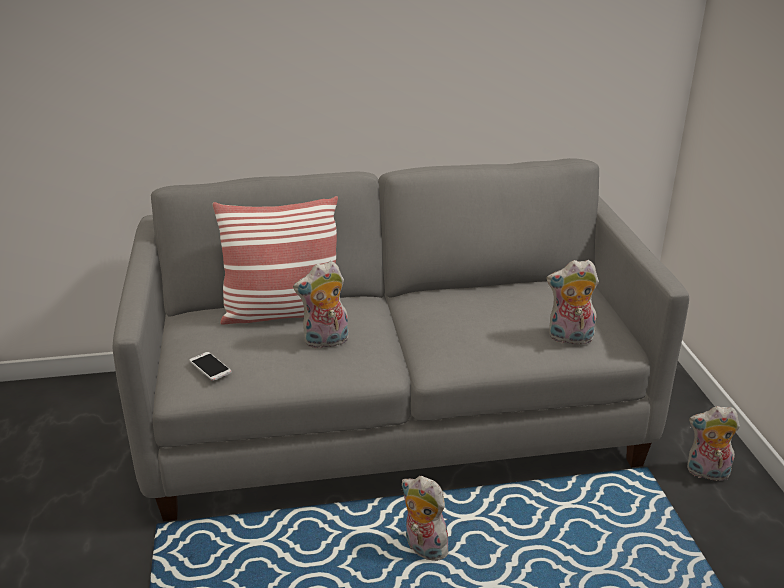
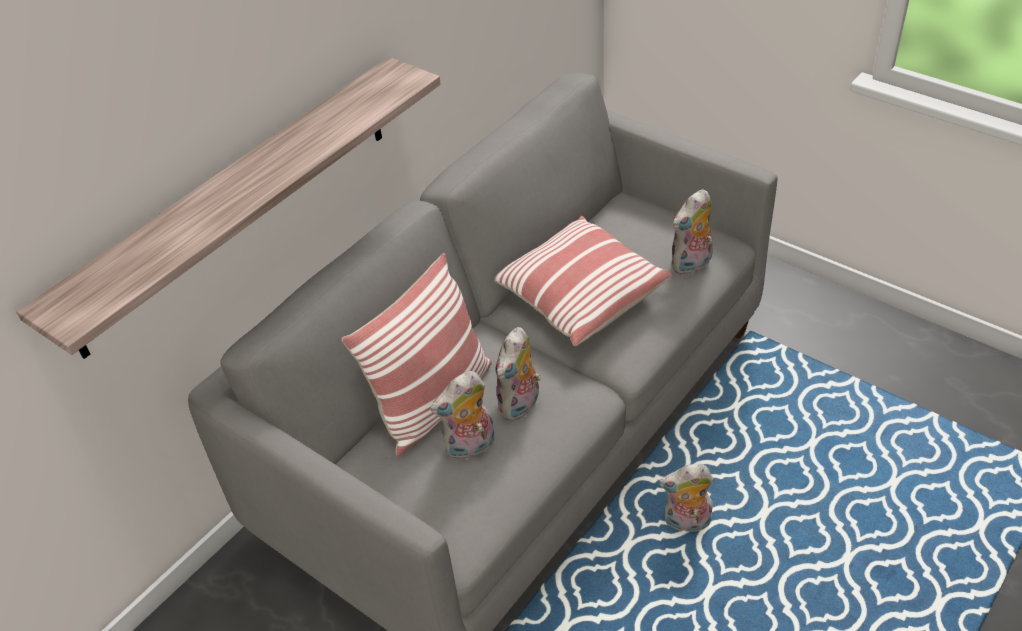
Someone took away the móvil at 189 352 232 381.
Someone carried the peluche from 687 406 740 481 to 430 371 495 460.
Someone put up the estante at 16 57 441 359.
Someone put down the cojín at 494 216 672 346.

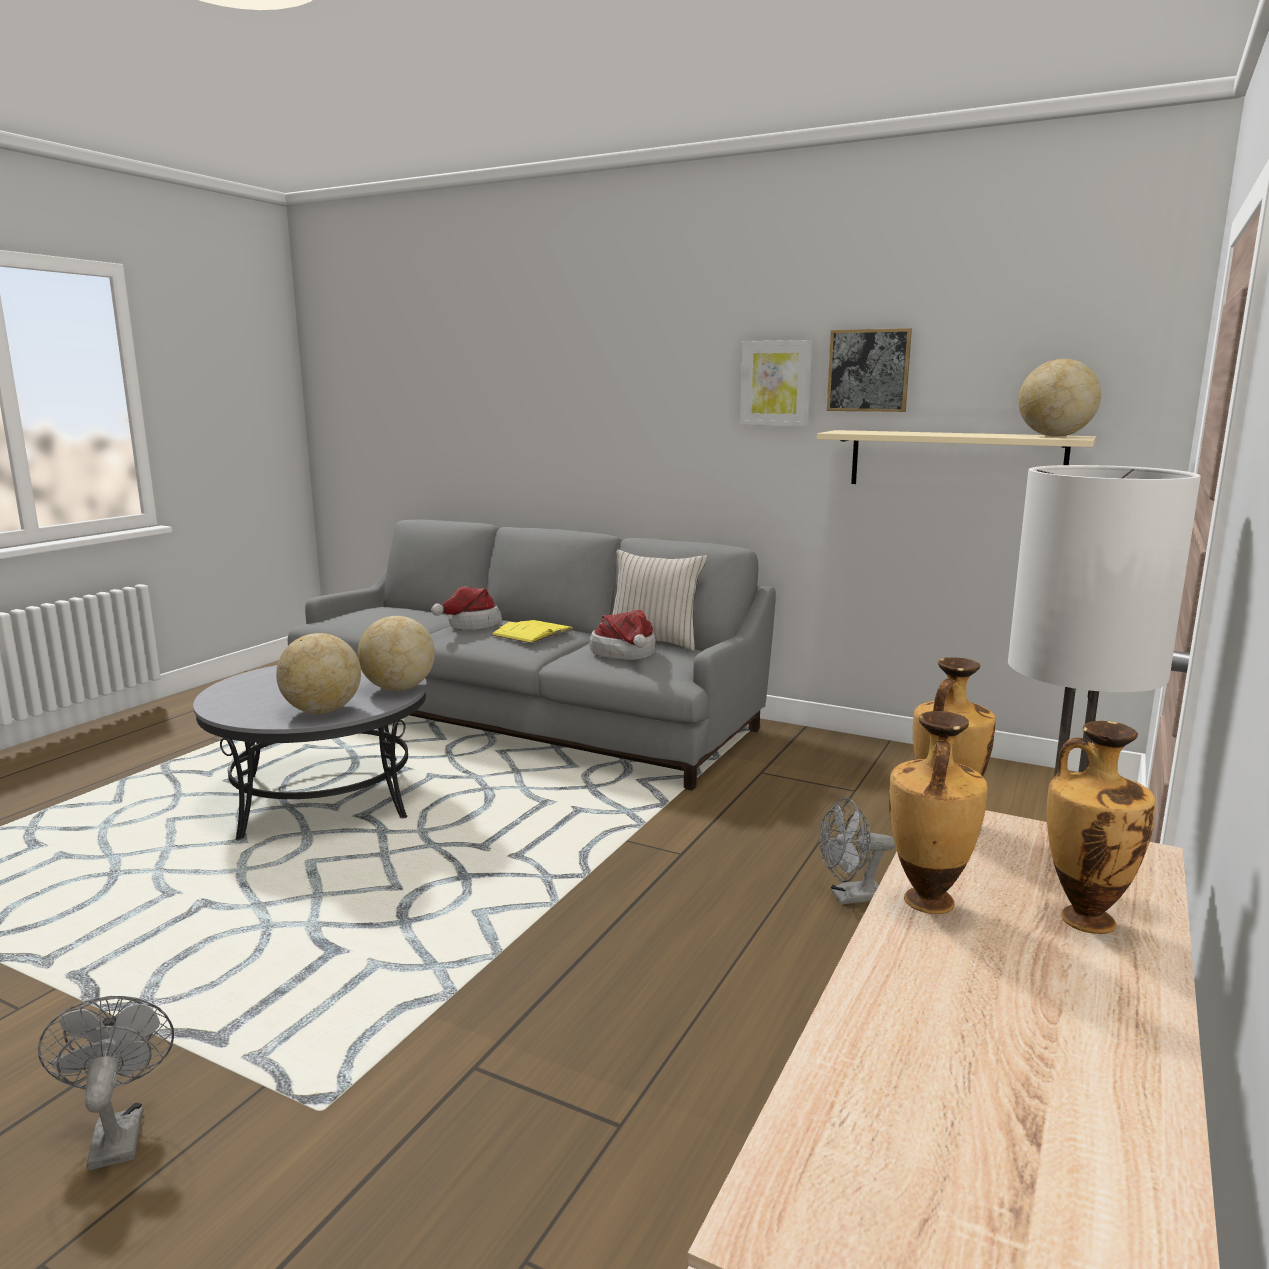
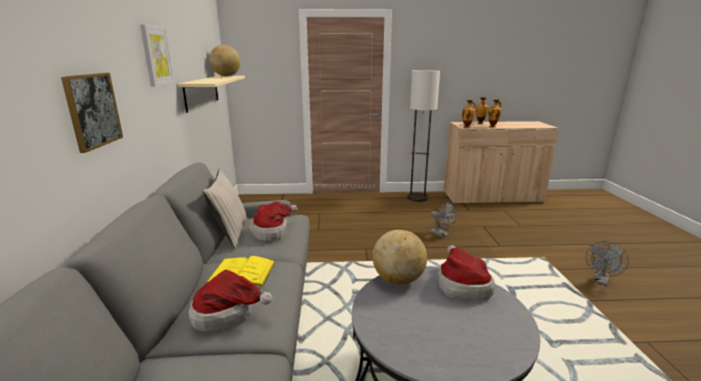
Someone swapped the globo terráqueo at 276 633 361 714 for the sombrero at 438 245 495 301.
Someone carried the ventilador [gris] from 819 798 895 905 to 430 202 456 238.
Someone carried the cuadro from 827 328 912 412 to 61 73 123 153.

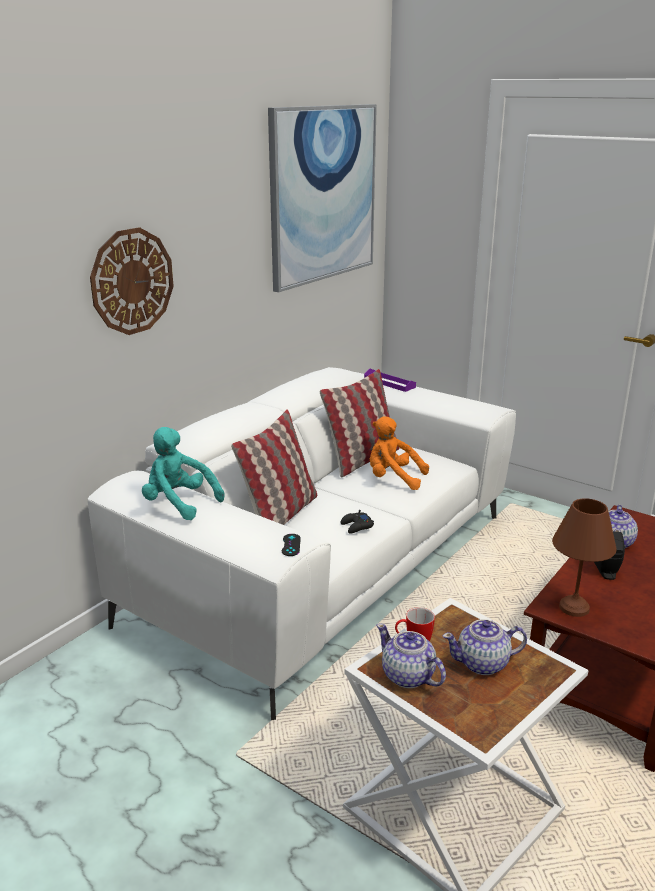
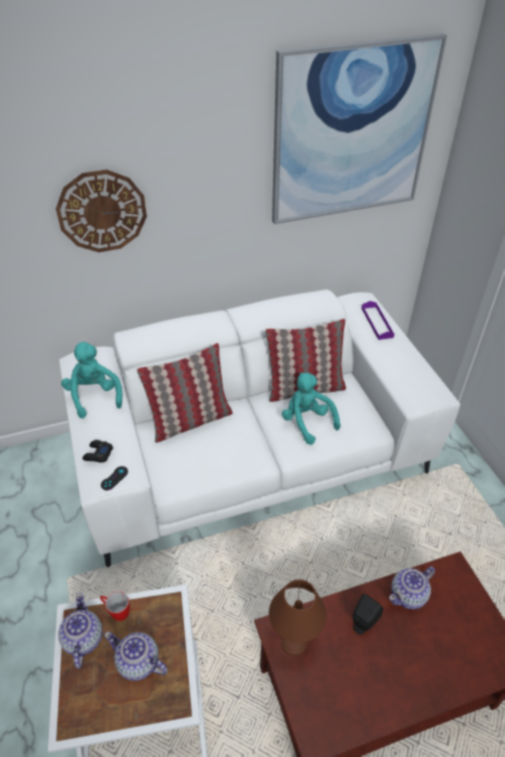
Someone carried the mando de consola [negro] from 340 510 374 534 to 83 440 113 463.
Someone repainted the peluche [naranja] at 370 417 429 490, which became the peluche [turquesa] at 282 372 341 445.

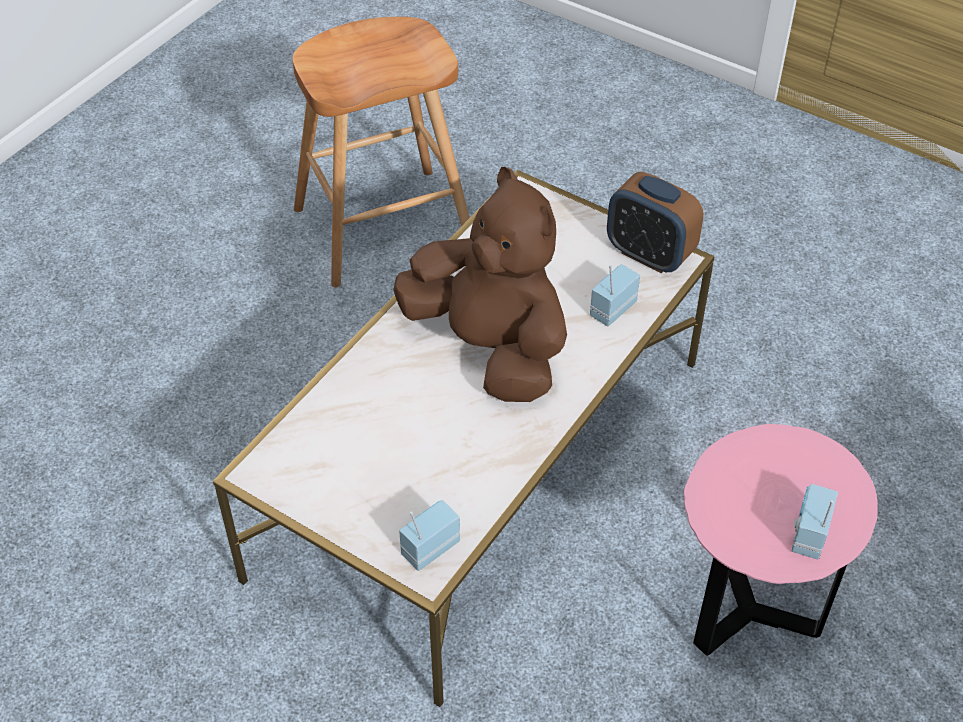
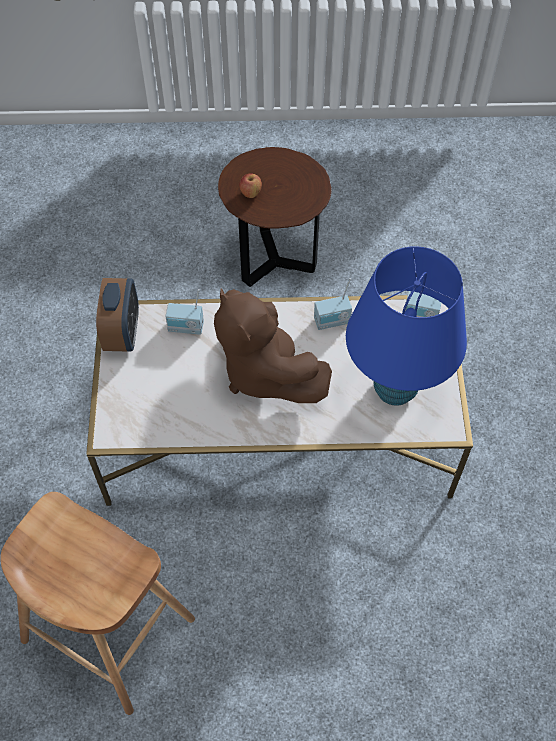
Someone rotated the peluche [marrón] at 393 167 567 402 by 45 degrees counterclockwise.
Someone repainted the mesa auxiliar [rosa] at 684 424 878 656, which became the mesa auxiliar [marrón] at 218 147 332 287.
Someone carried the radio from 792 484 838 559 to 314 278 352 330.
Someone put down the manzana at 239 174 262 198.
Someone put down the lámpara de mesa [azul] at 346 246 467 406.

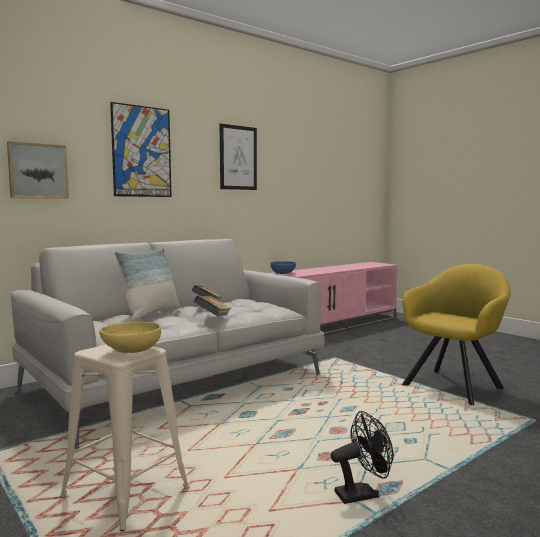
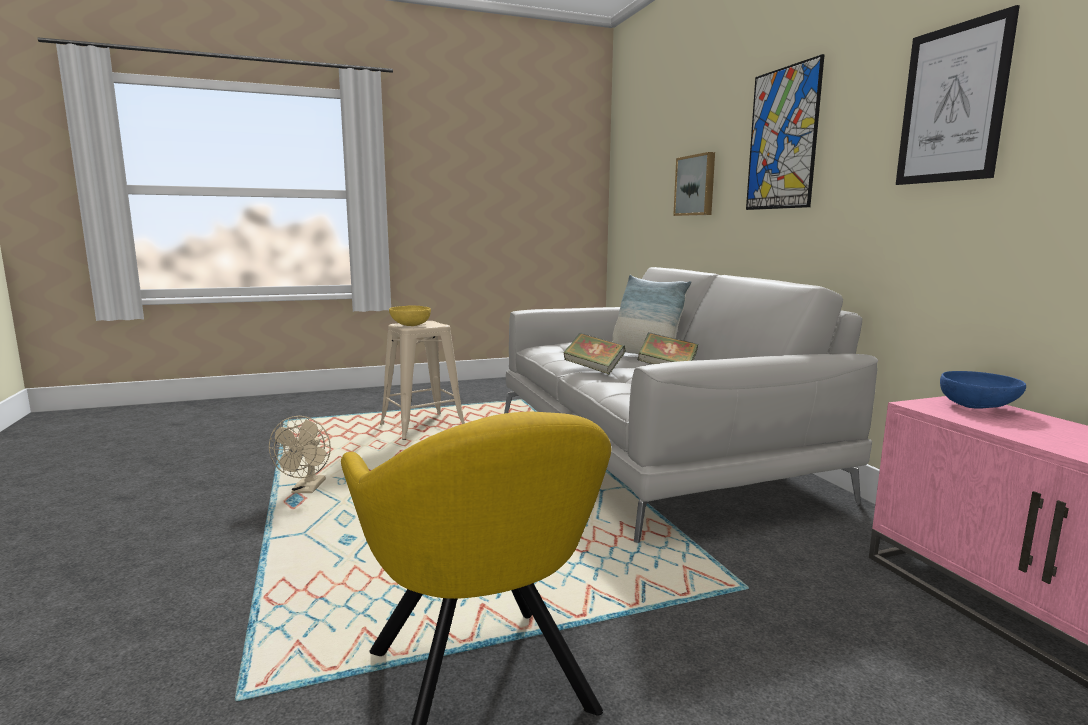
Someone repainted the ventilador [negro] at 331 411 394 504, which became the ventilador [beis] at 269 416 331 493.

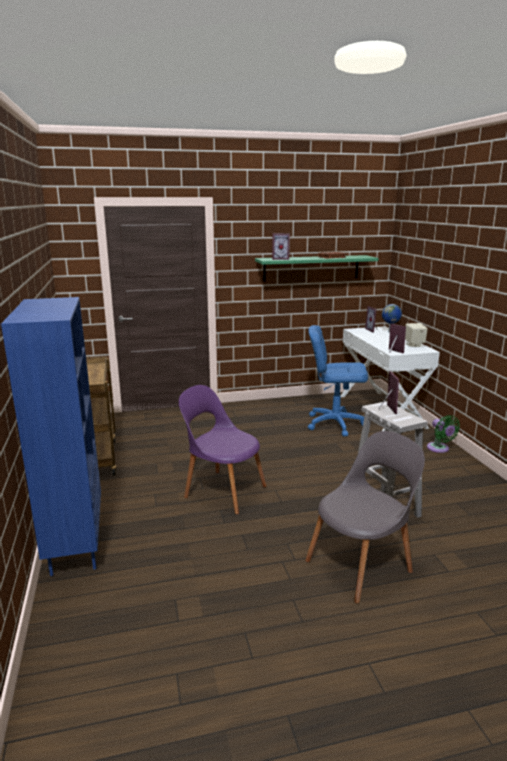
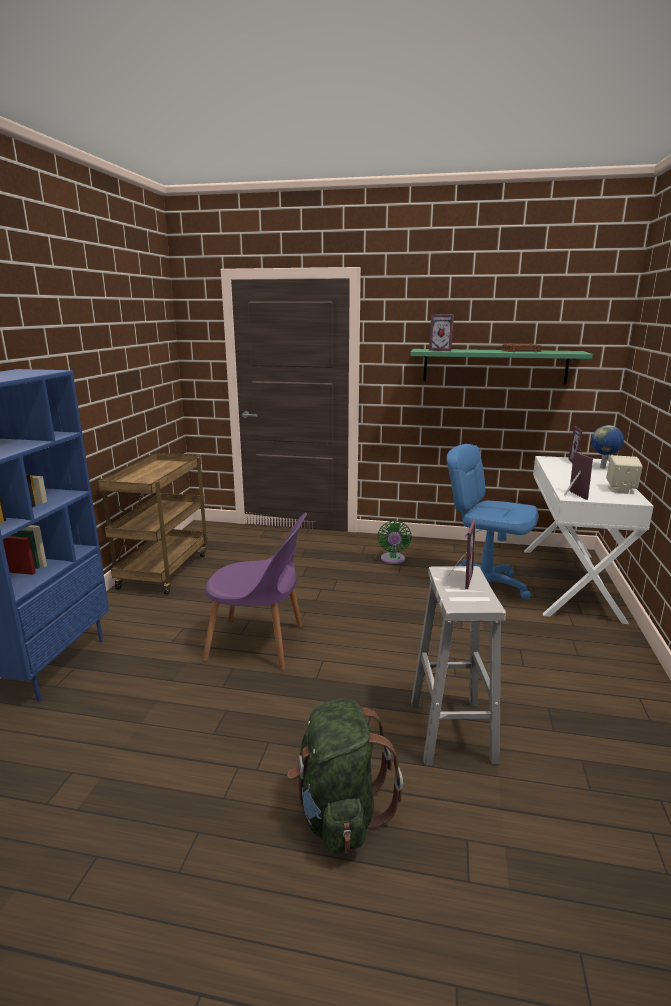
Someone rotated the silla [morado] at 179 385 267 515 by 135 degrees clockwise.
Someone swapped the silla [gris] at 305 431 425 604 for the mochila [verde] at 287 699 403 854.
Someone carried the ventilador [verde] from 427 415 460 453 to 377 521 412 564.

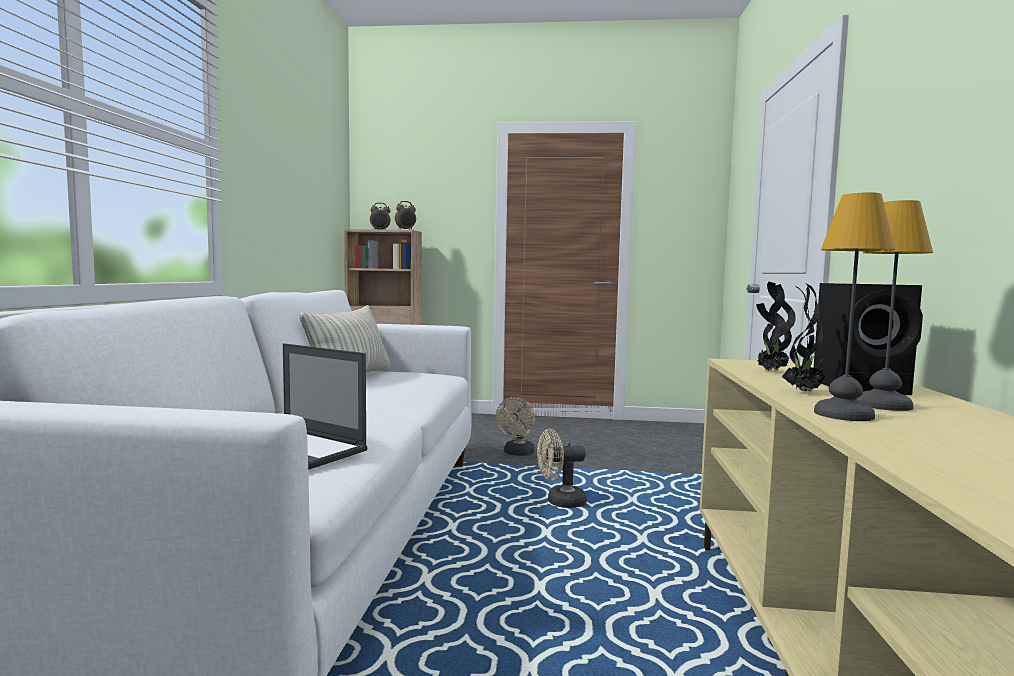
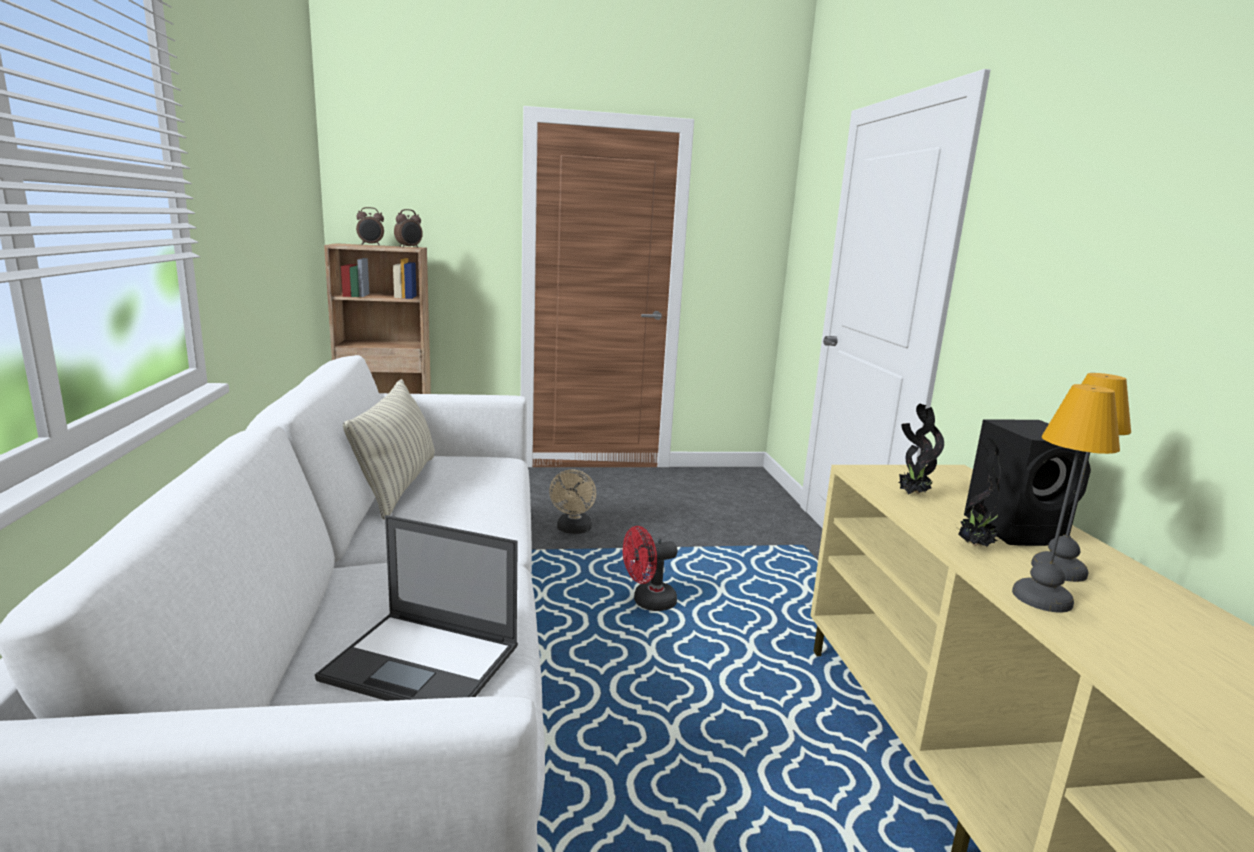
Someone repainted the ventilador [beis] at 537 429 587 508, which became the ventilador [rojo] at 623 526 677 611.

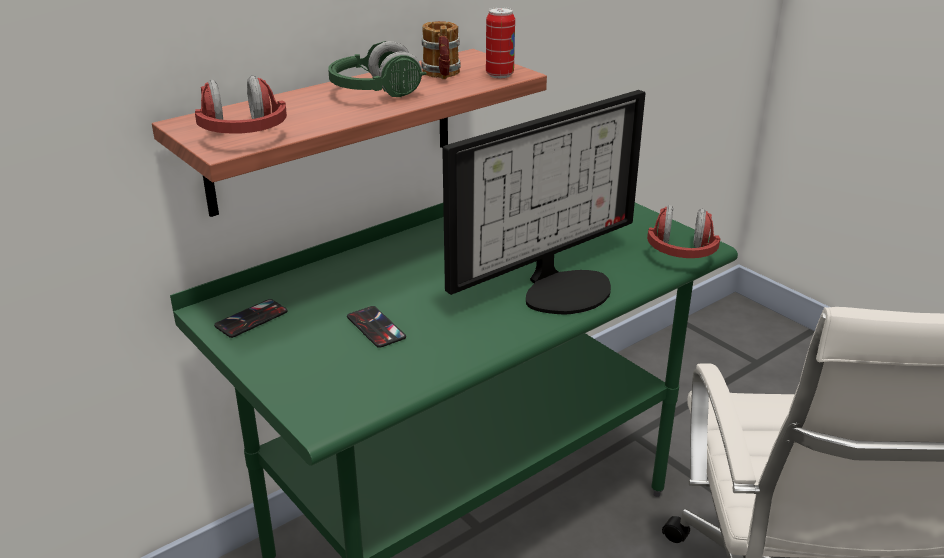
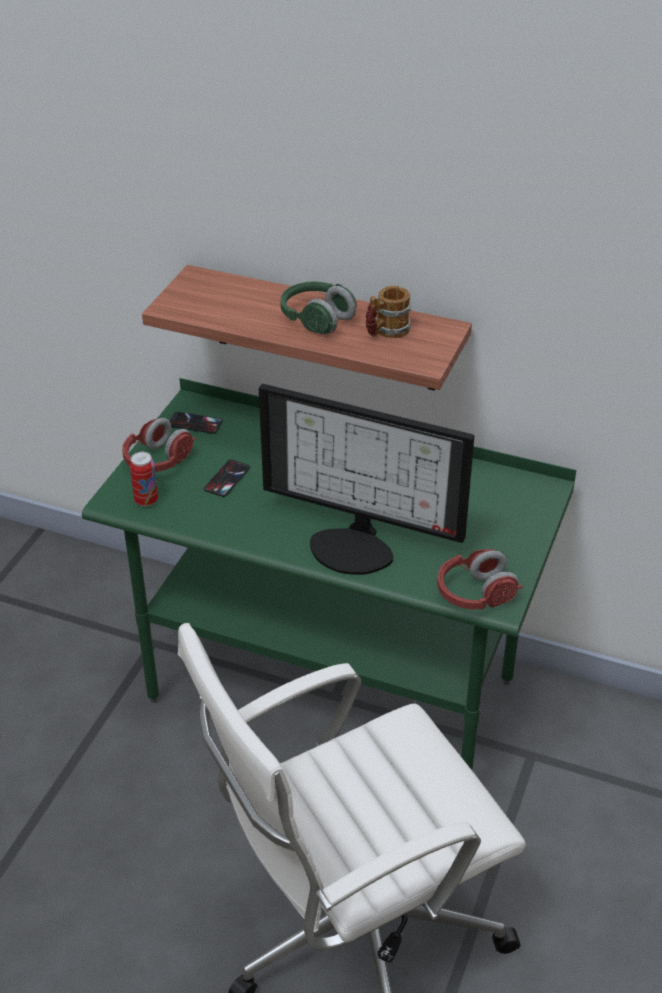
Someone carried the auriculares [rojo] from 195 76 287 134 to 122 418 196 472.
Someone carried the lata from 486 7 515 78 to 130 452 158 507.

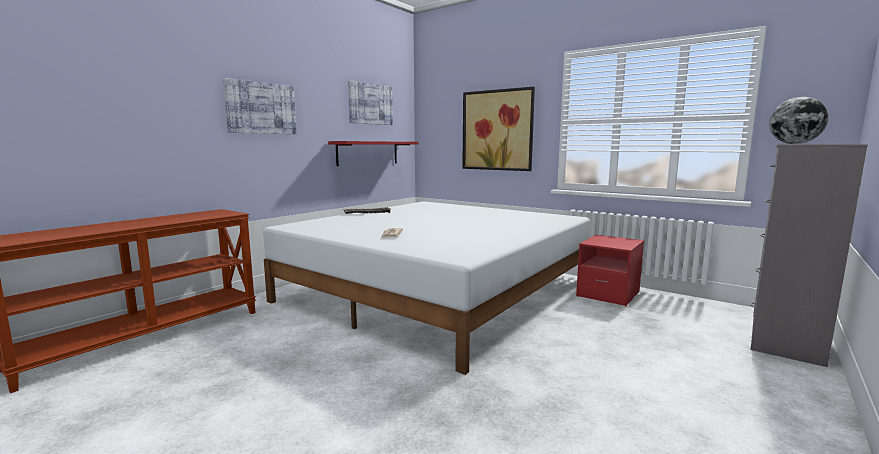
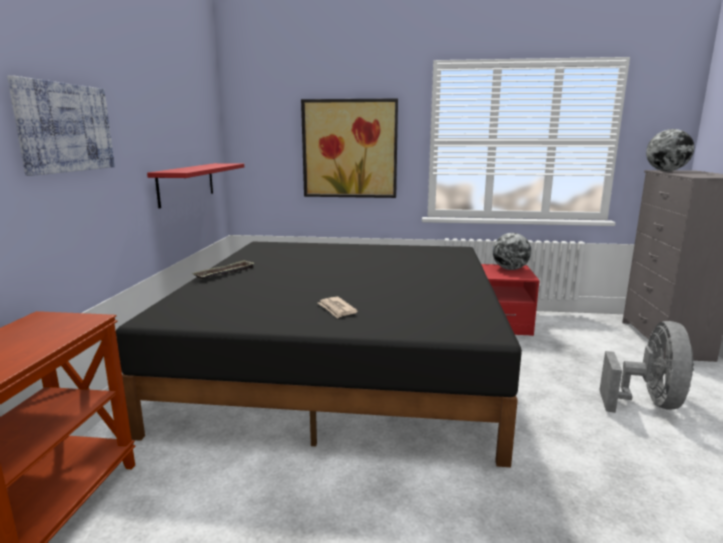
Someone repainted the cama [blanco] at 263 201 590 375, which became the cama [negro] at 116 242 522 467.
Someone took away the cuadro at 348 80 393 125.
Someone put down the globo terráqueo at 493 233 531 270.
Someone put down the ventilador [gris] at 600 321 694 413.

